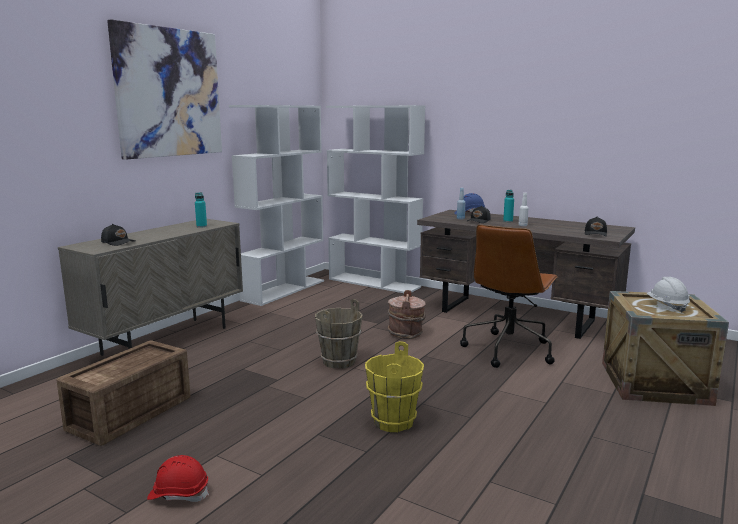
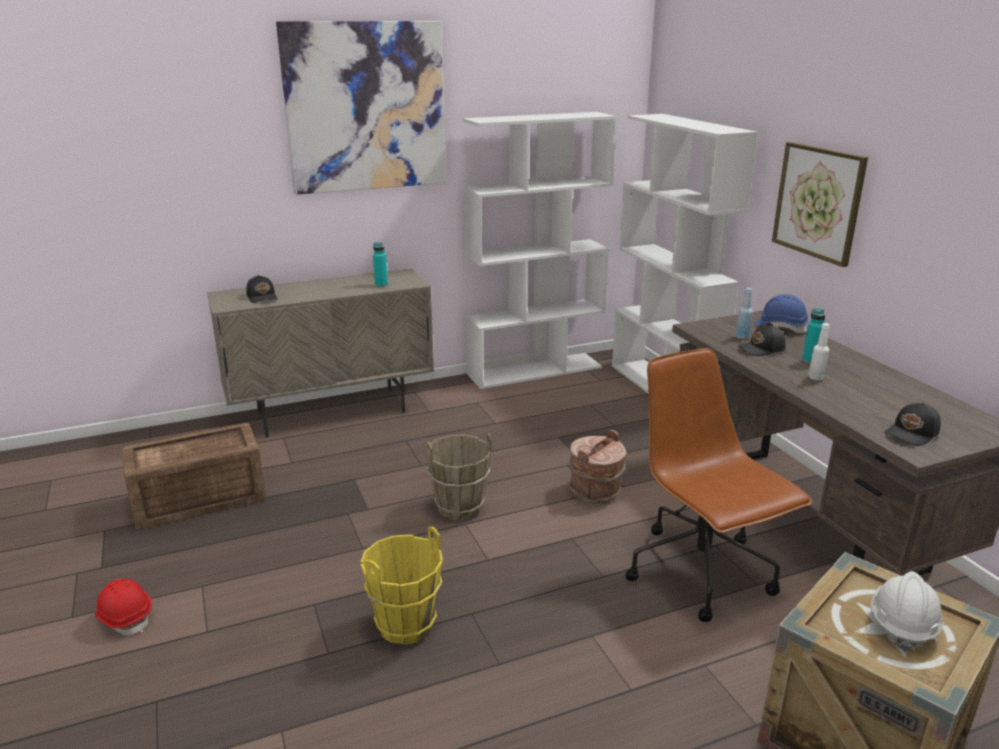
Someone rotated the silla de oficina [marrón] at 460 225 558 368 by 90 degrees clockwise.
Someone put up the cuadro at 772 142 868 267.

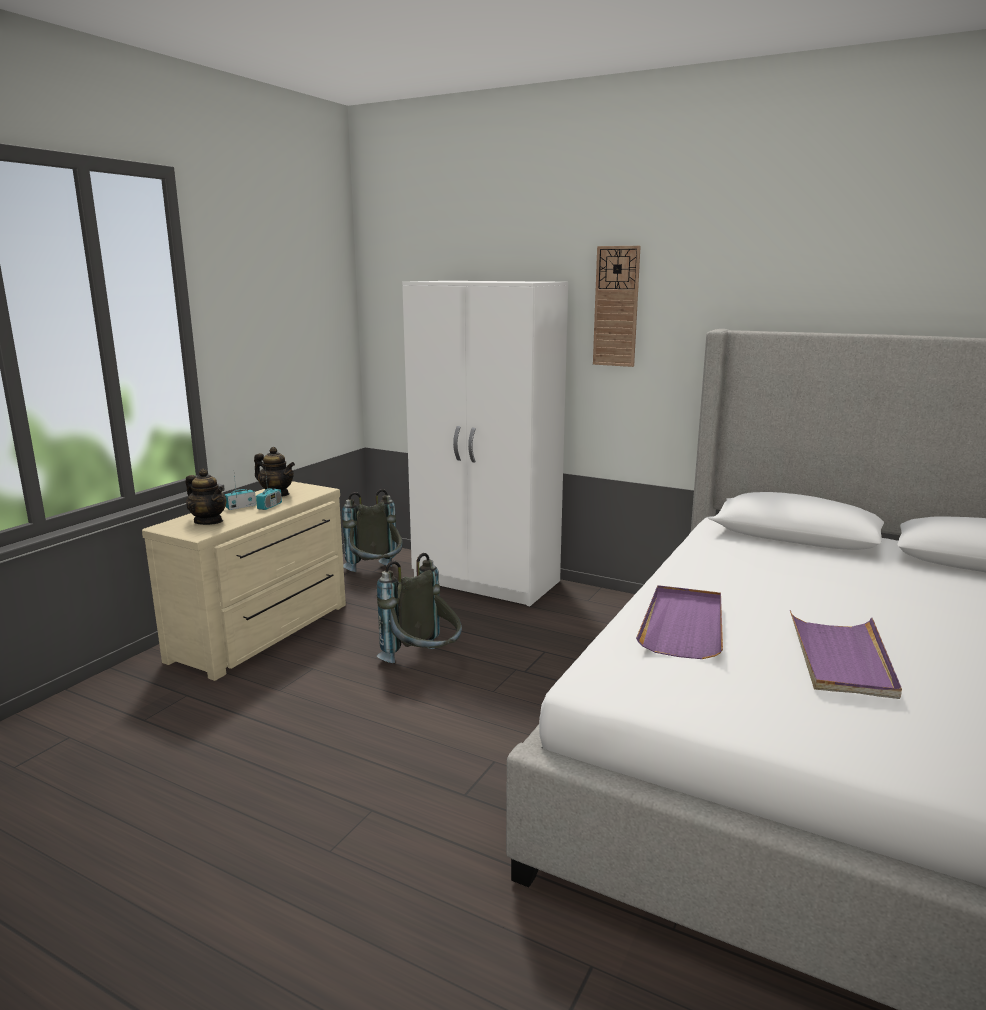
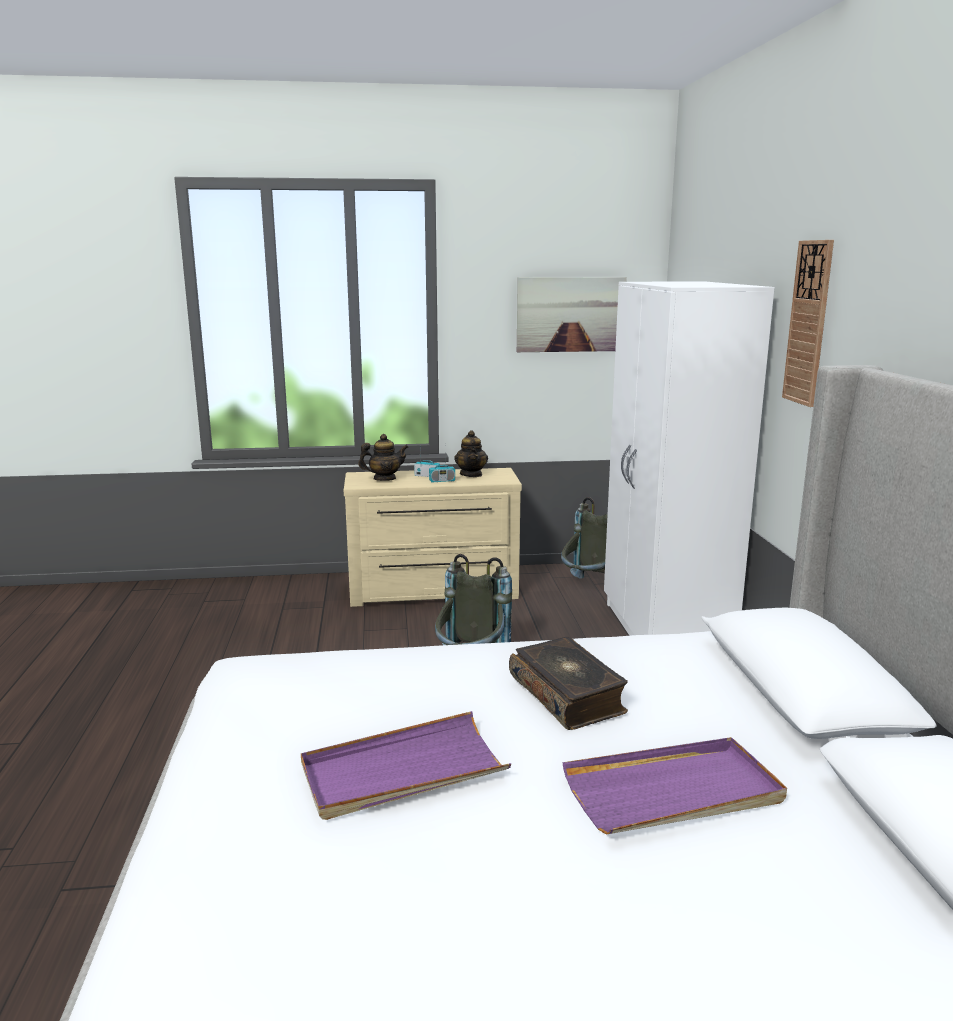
Someone rotated the tetera at 186 469 227 525 by 105 degrees counterclockwise.
Someone carried the bandeja [morado] from 636 585 723 659 to 563 737 787 834.
Someone put down the libro at 509 636 628 730.
Someone put up the cuadro at 517 277 627 352.

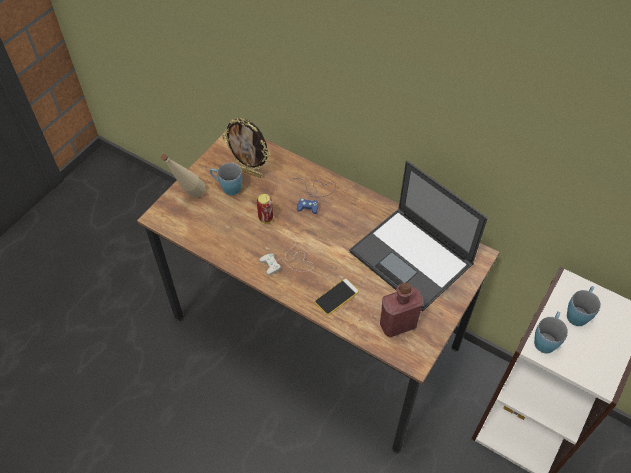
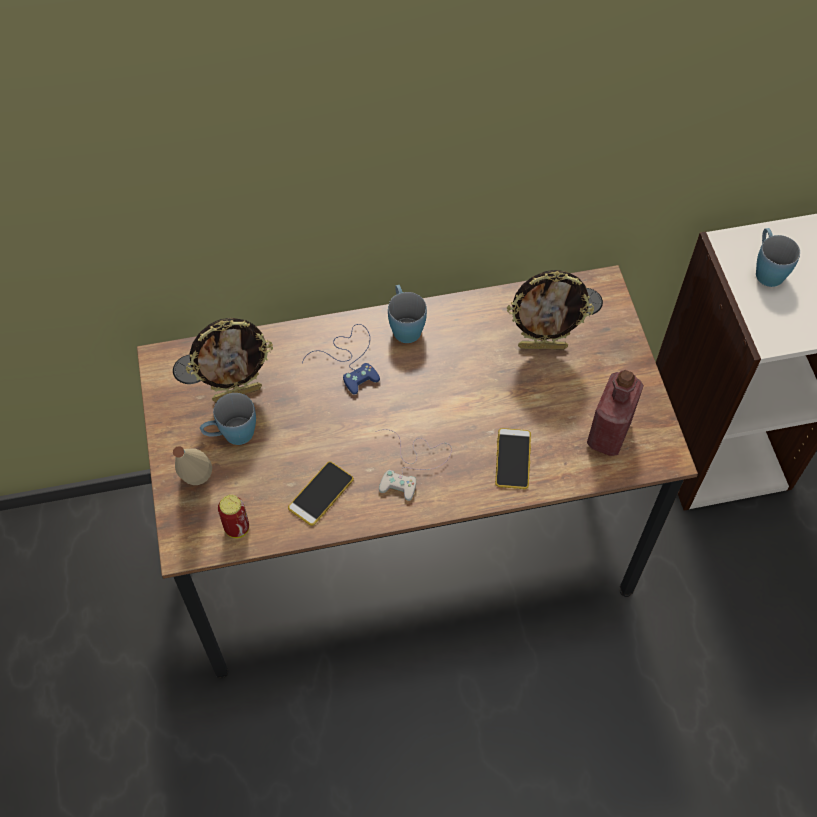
Someone carried the lata from 257 194 273 223 to 218 495 249 538.
Someone swapped the portátil at 349 160 488 312 for the portarretratos at 507 270 594 350.
Someone carried the taza grande [azul] from 534 312 568 353 to 388 285 427 343.
Someone put down the móvil at 288 462 354 526.

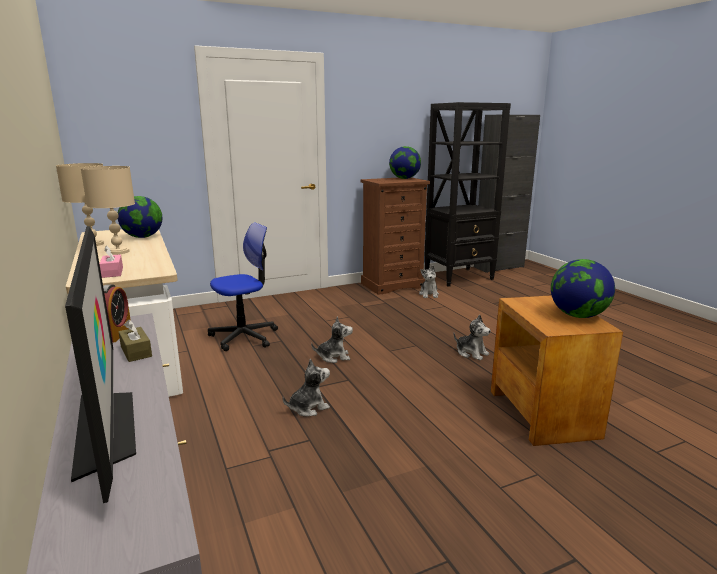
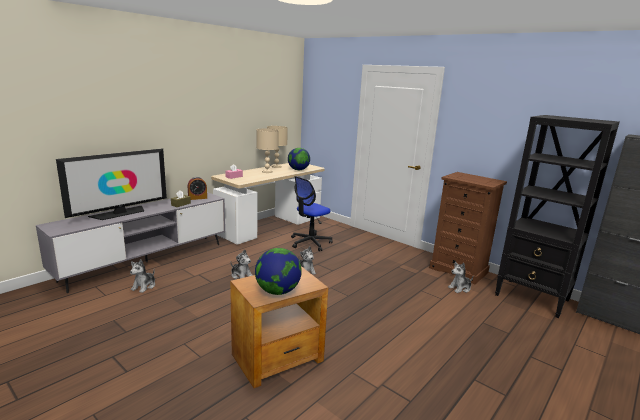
Someone rotated the silla de oficina at 208 222 278 351 by 105 degrees clockwise.
Someone took away the globo terráqueo at 389 146 421 179.
Someone carried the peluche from 453 315 491 360 to 130 259 155 293.

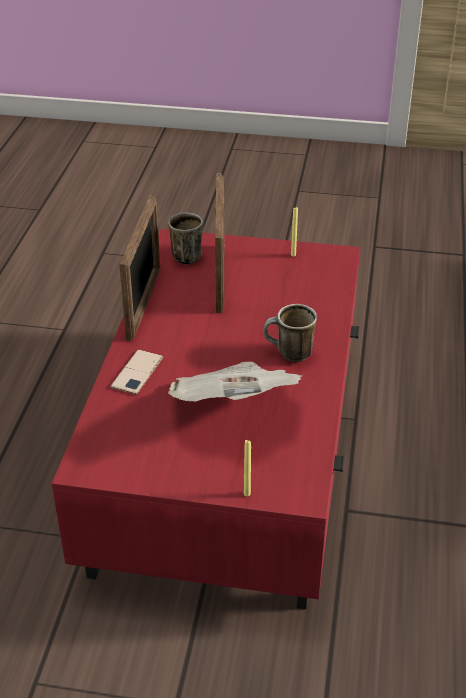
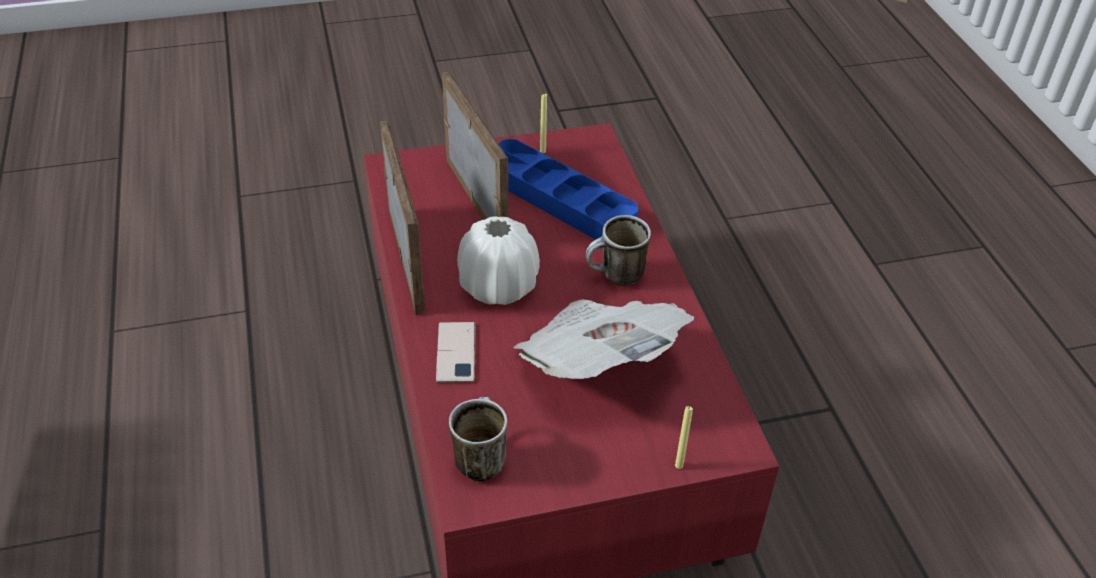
Someone carried the taza grande from 168 213 203 264 to 449 397 508 482.
Someone put down the florero [blanco] at 457 216 540 305.
Someone put down the bandeja [azul] at 498 139 638 240.

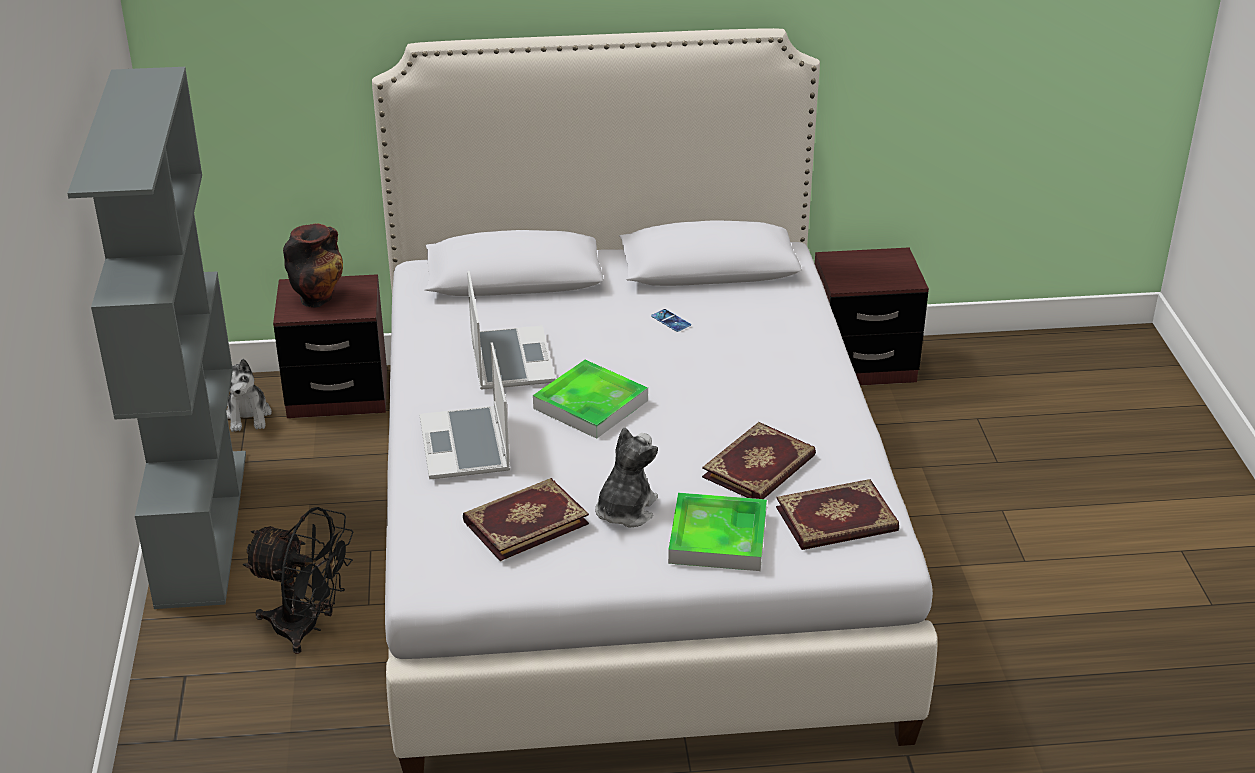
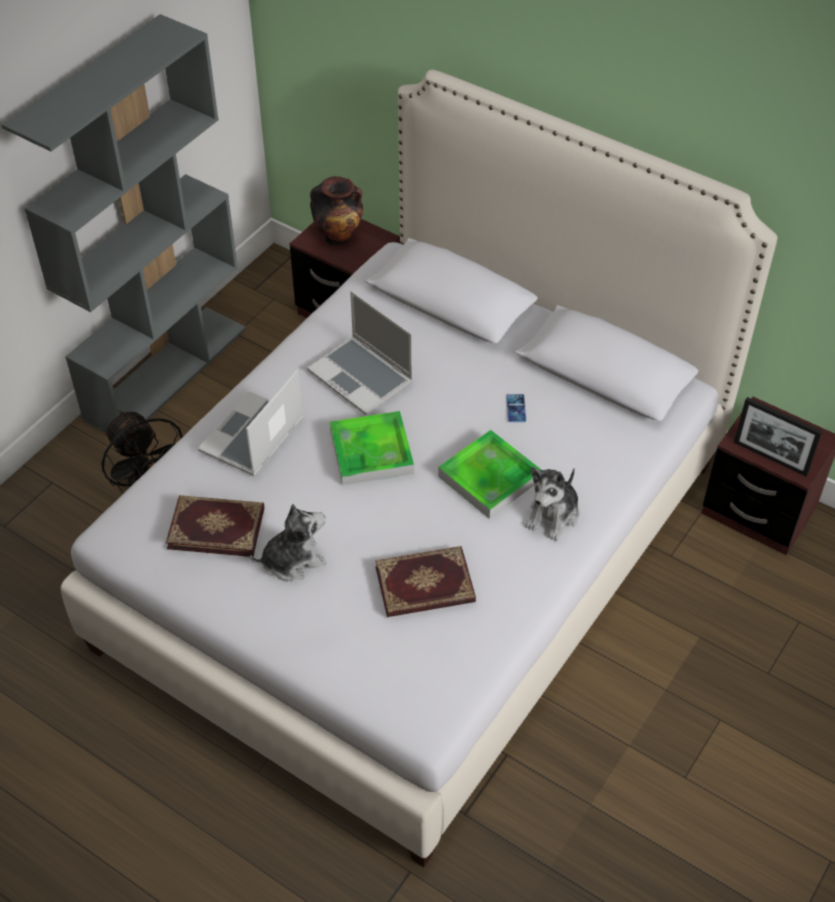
Someone carried the peluche from 226 359 272 432 to 525 467 579 541.
Someone rotated the portátil at 467 271 555 389 by 105 degrees clockwise.
Someone carried the bandeja from 668 493 767 571 to 438 430 542 519.
Someone took away the libro at 776 479 899 550.
Someone put down the portarretratos at 734 397 822 476.

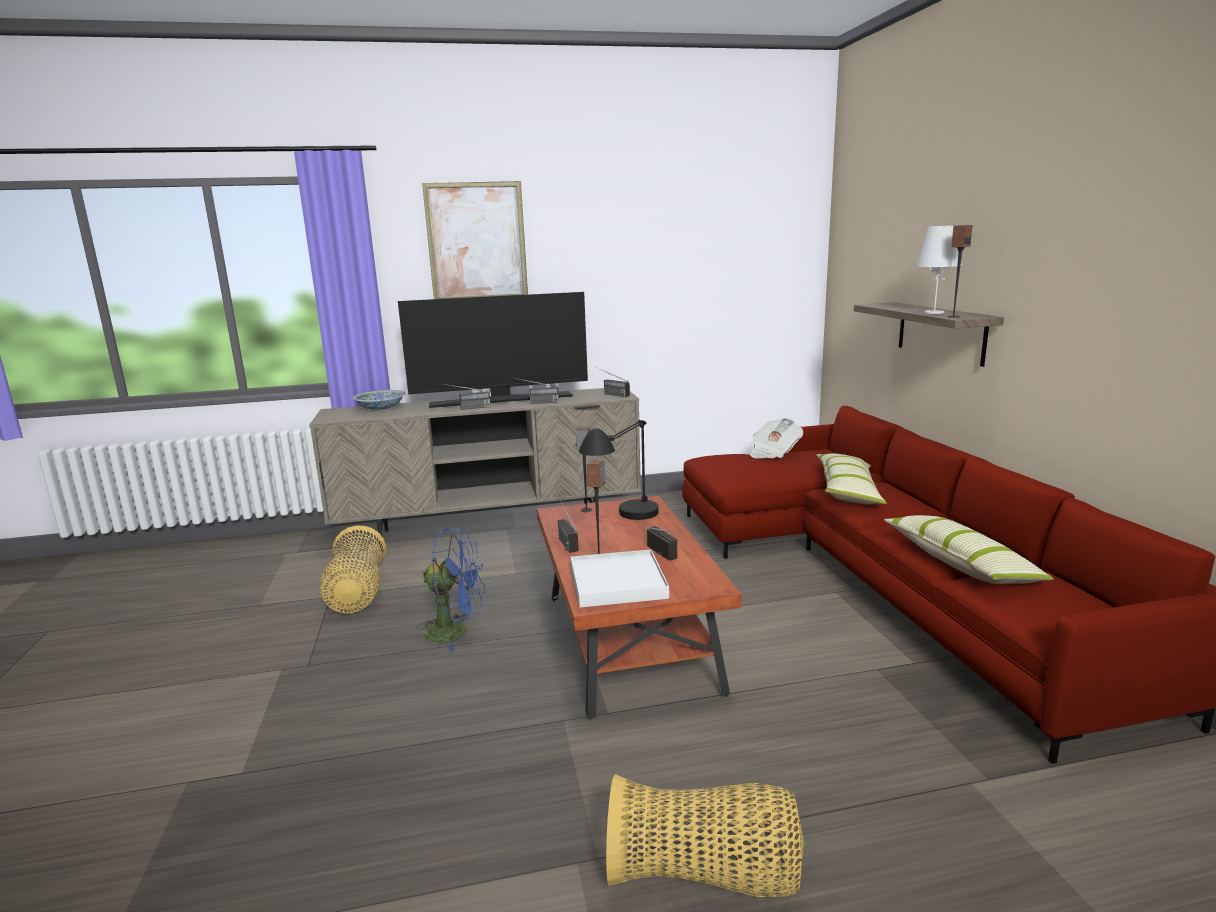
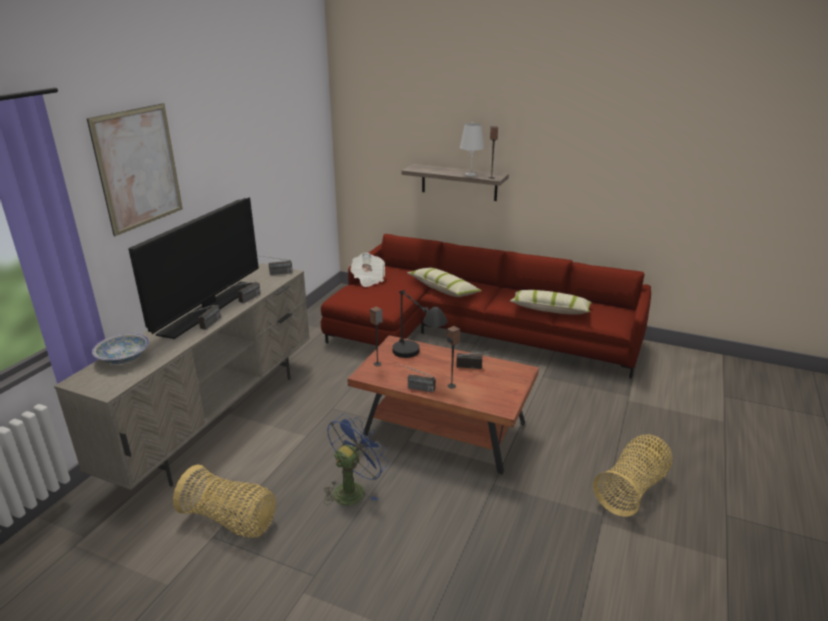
Someone took away the bandeja [blanco] at 571 549 669 607.

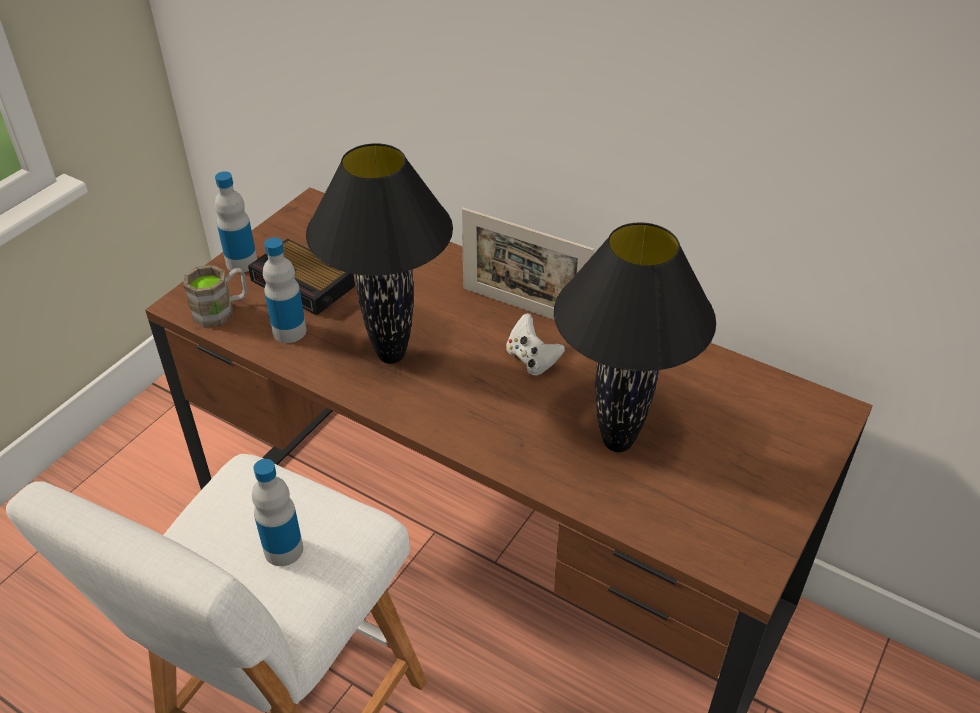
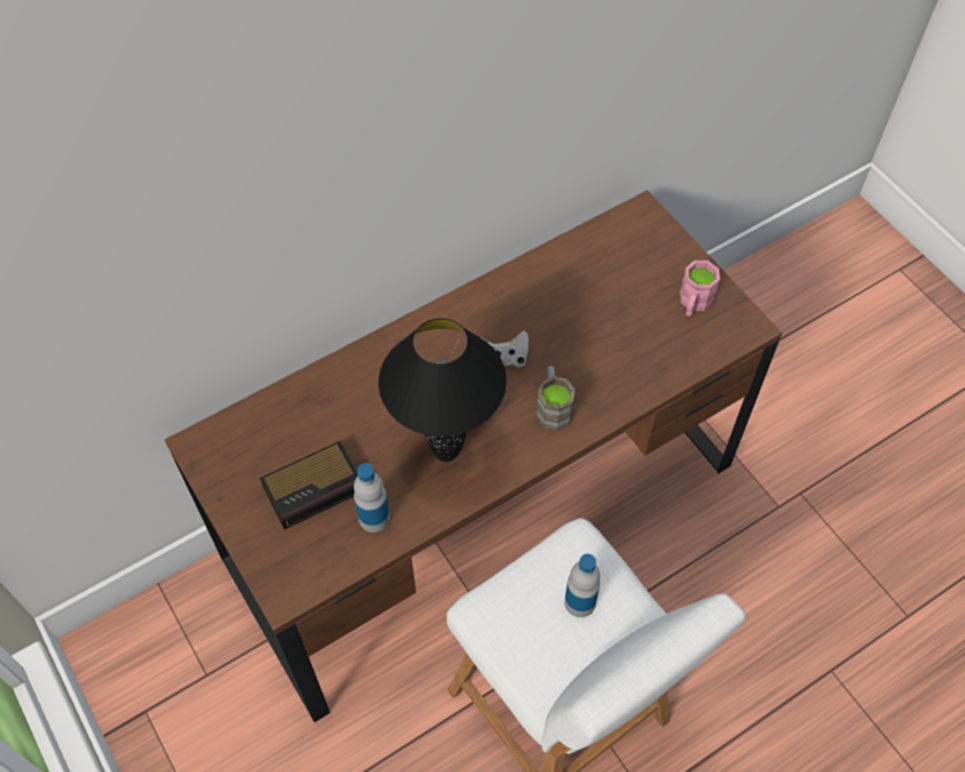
Someone carried the taza grande [marrón] from 183 265 247 328 to 536 366 576 431.
Someone took away the botella at 215 171 257 273.
Someone took away the portarretratos at 462 208 595 320.
Someone took away the lámpara de mesa [negro] at 554 222 716 452.
Someone put down the taza grande [rosa] at 680 260 720 316.

